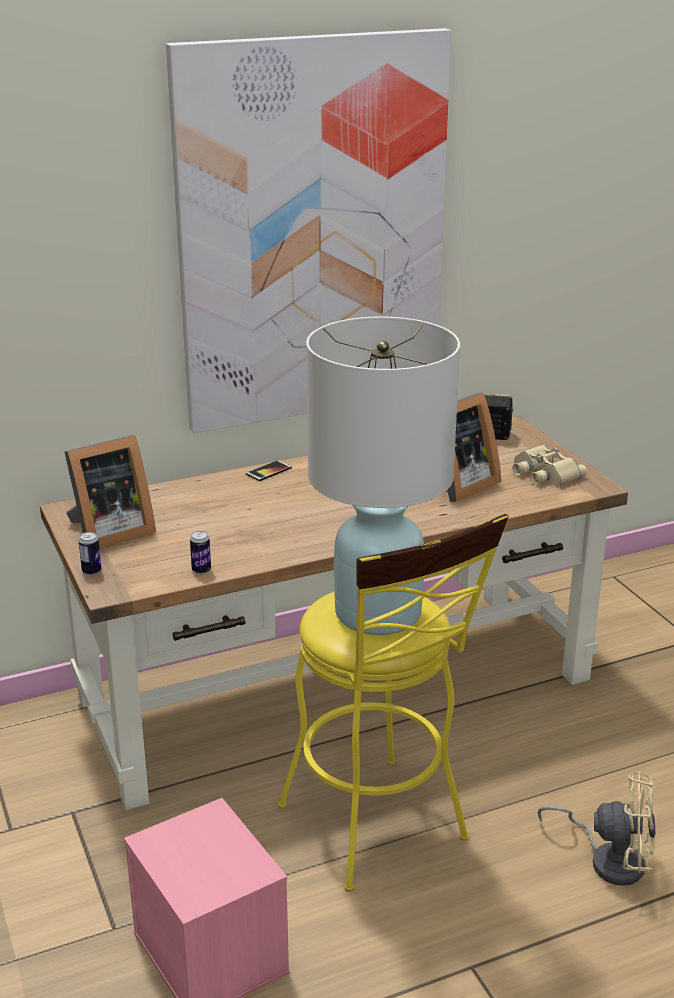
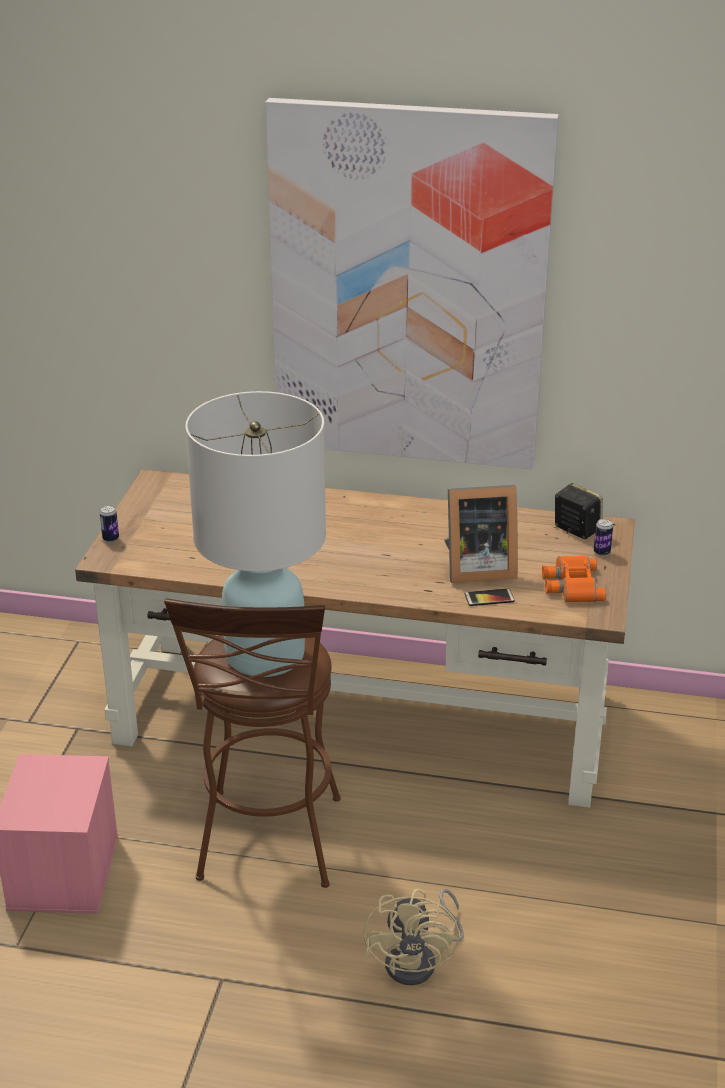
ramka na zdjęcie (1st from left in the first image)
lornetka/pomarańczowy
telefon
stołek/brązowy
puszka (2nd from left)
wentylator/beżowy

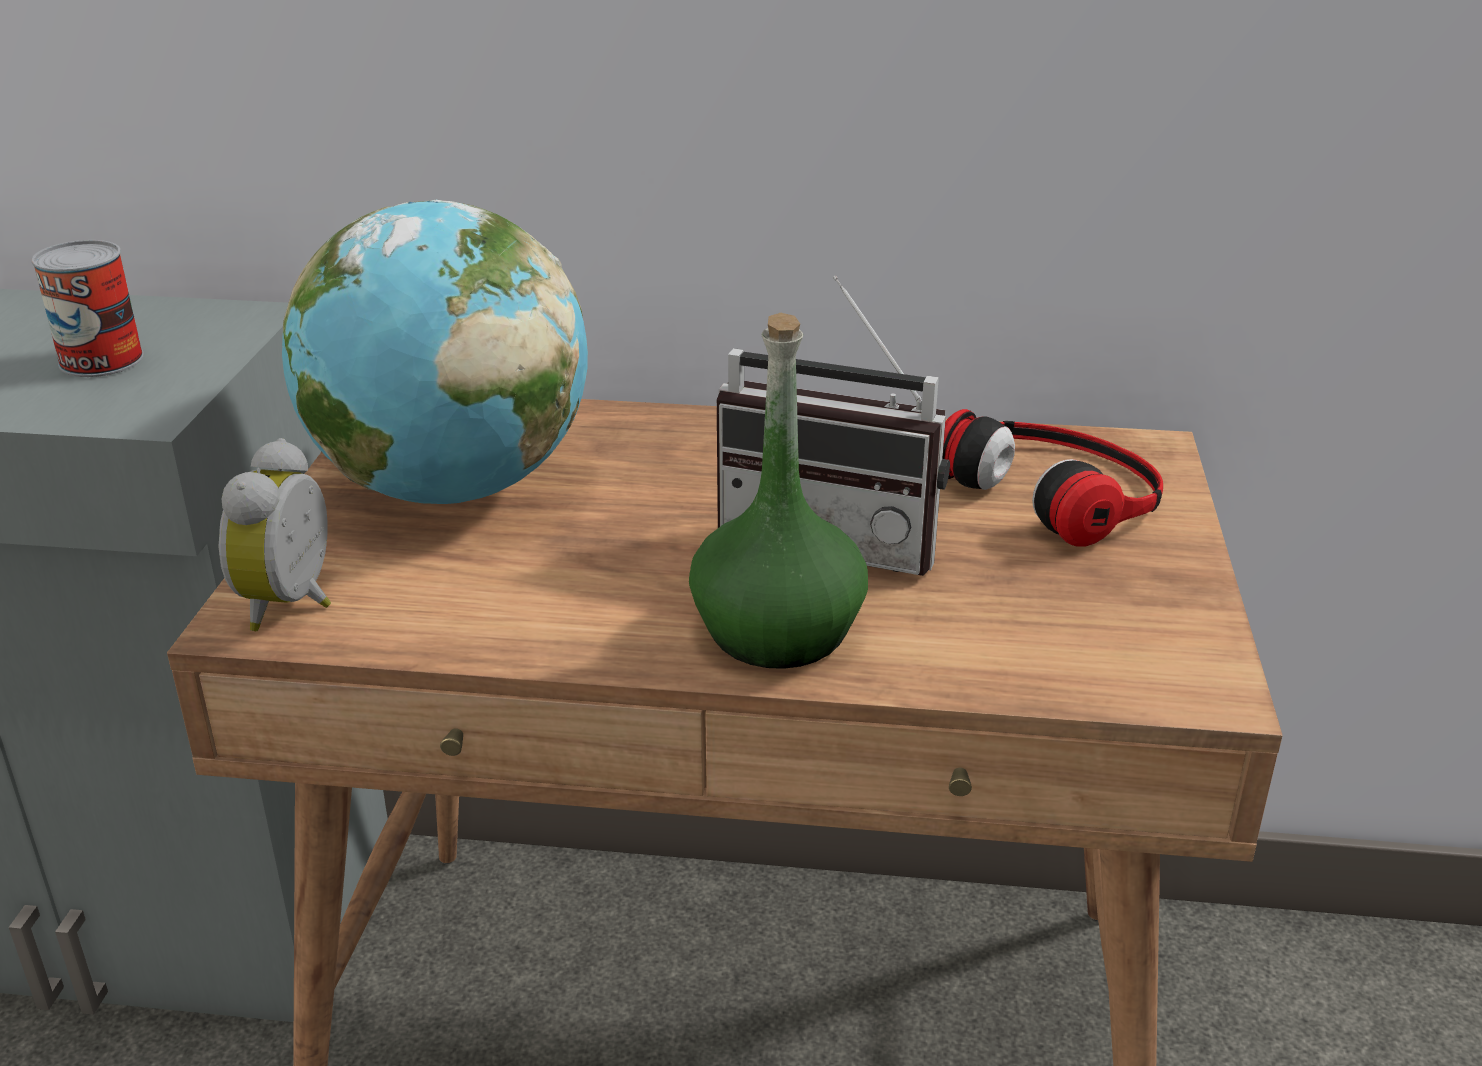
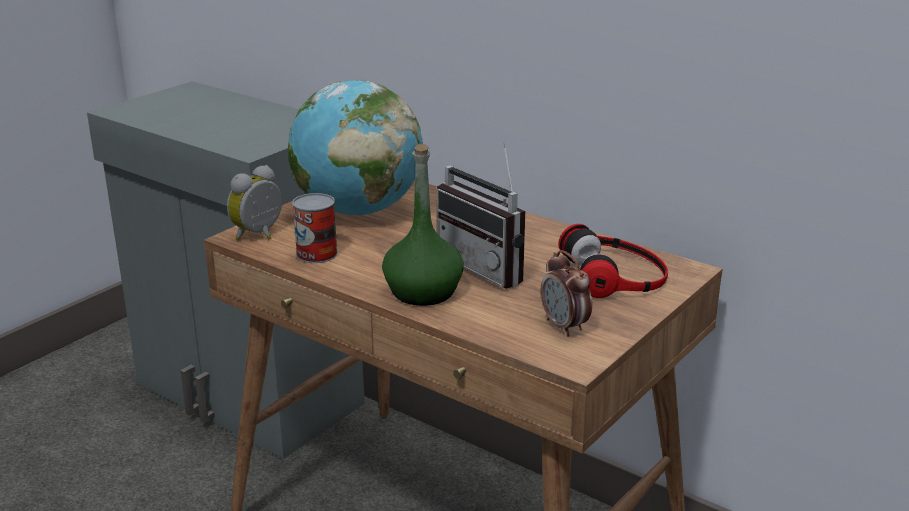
puszka
budzik (2nd from left)

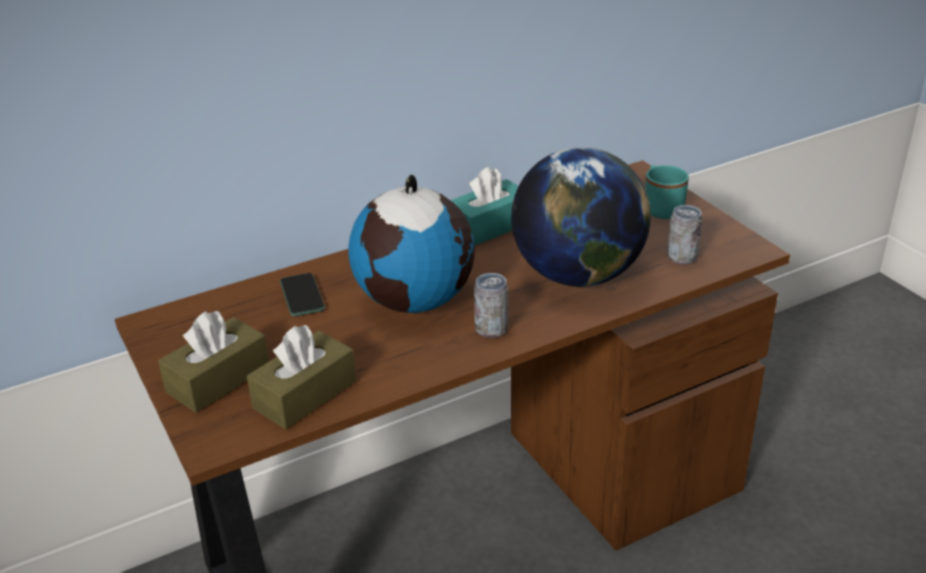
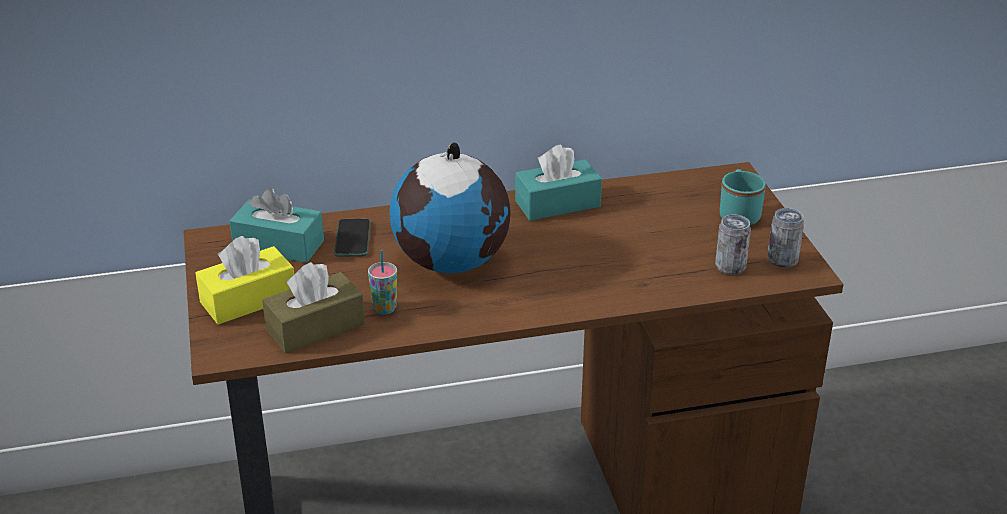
globus (2nd from left in the first image)
puszka (2nd from left)
pudełko chusteczek/żółty
pudełko chusteczek/turkusowy (1st from left)
filiżanka

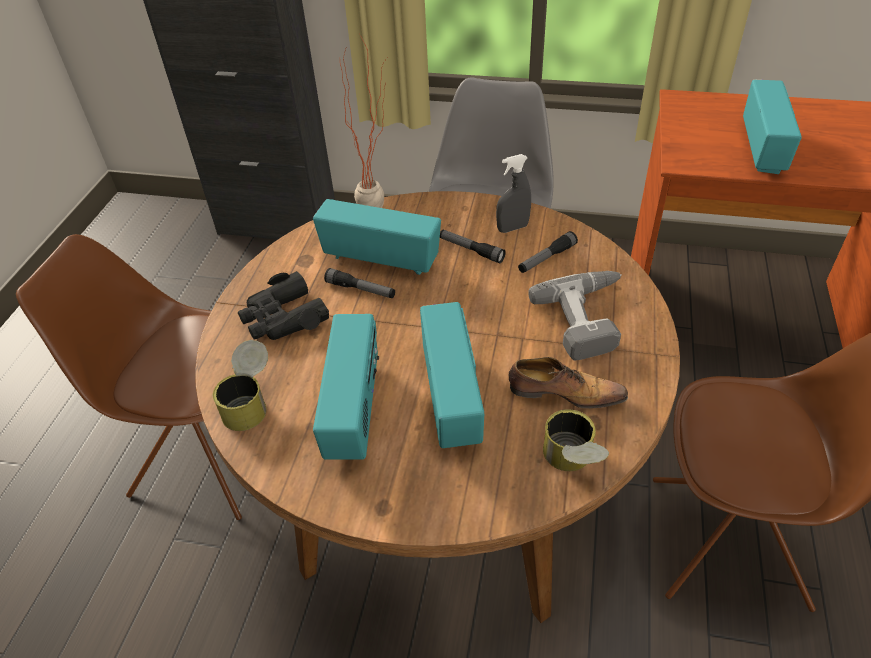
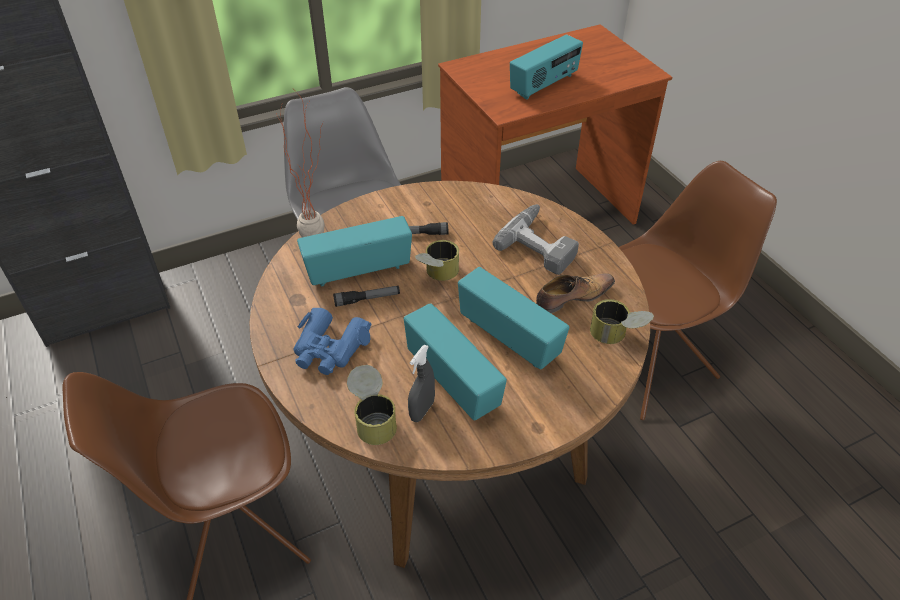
radio (4th from left)
spryskiwacz/szary
latarka (3rd from left in the first image)
lornetka/niebieski
puszka (2nd from left)

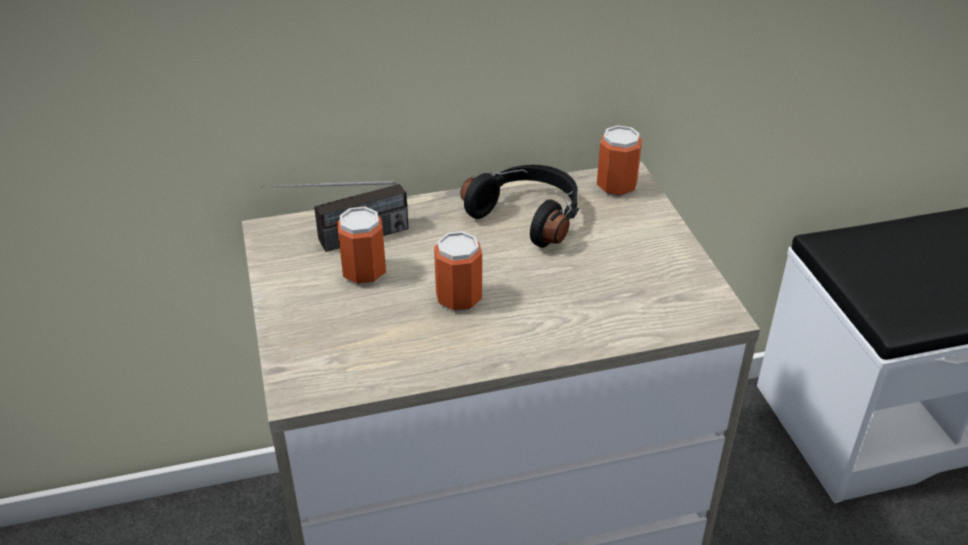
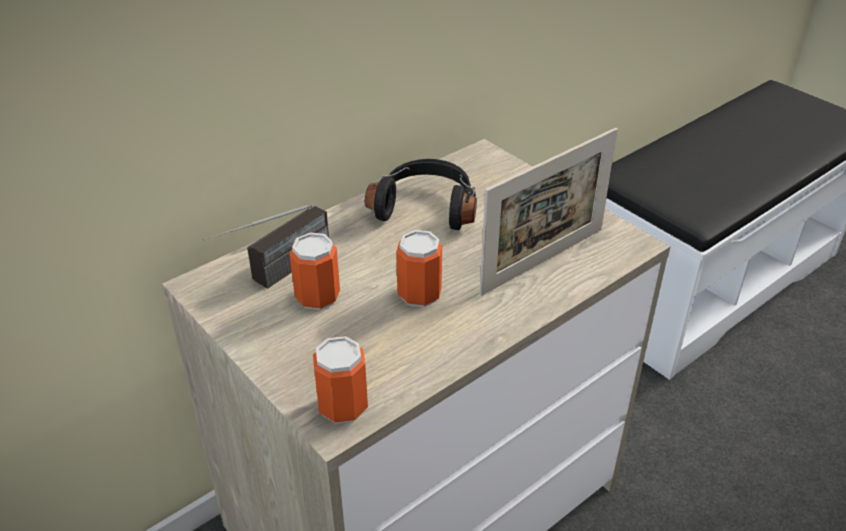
puszka (2nd from left)
ramka na zdjęcie

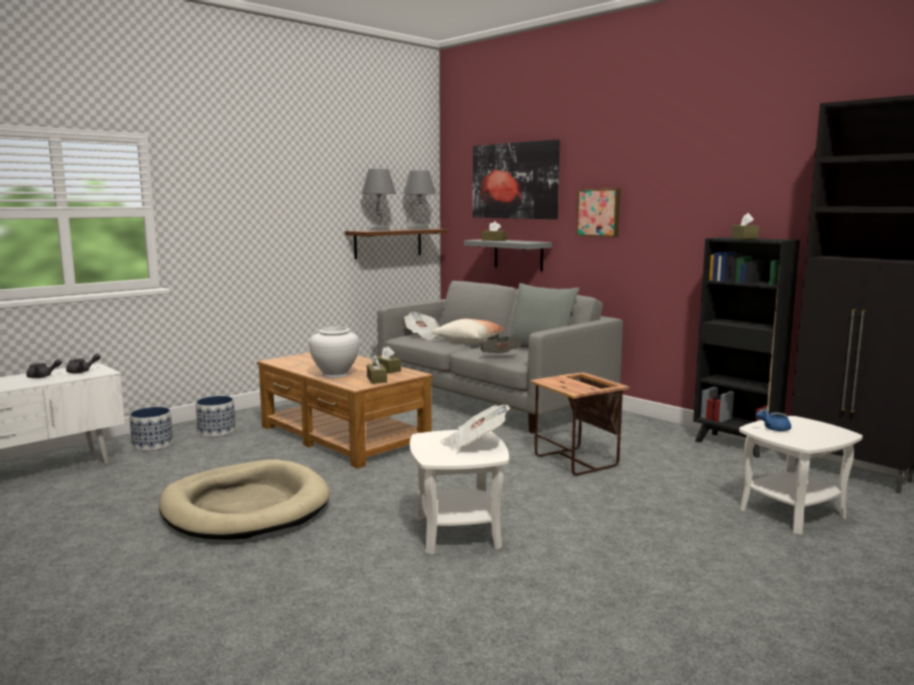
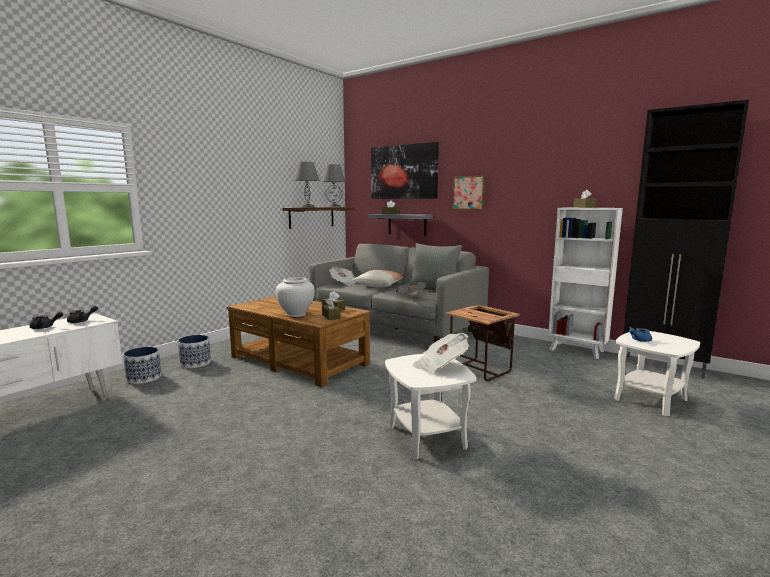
regał/biały
legowisko/beżowy

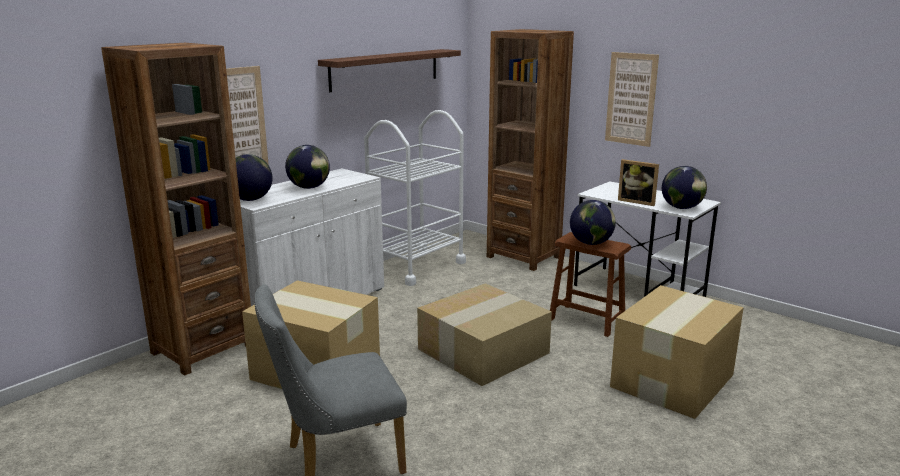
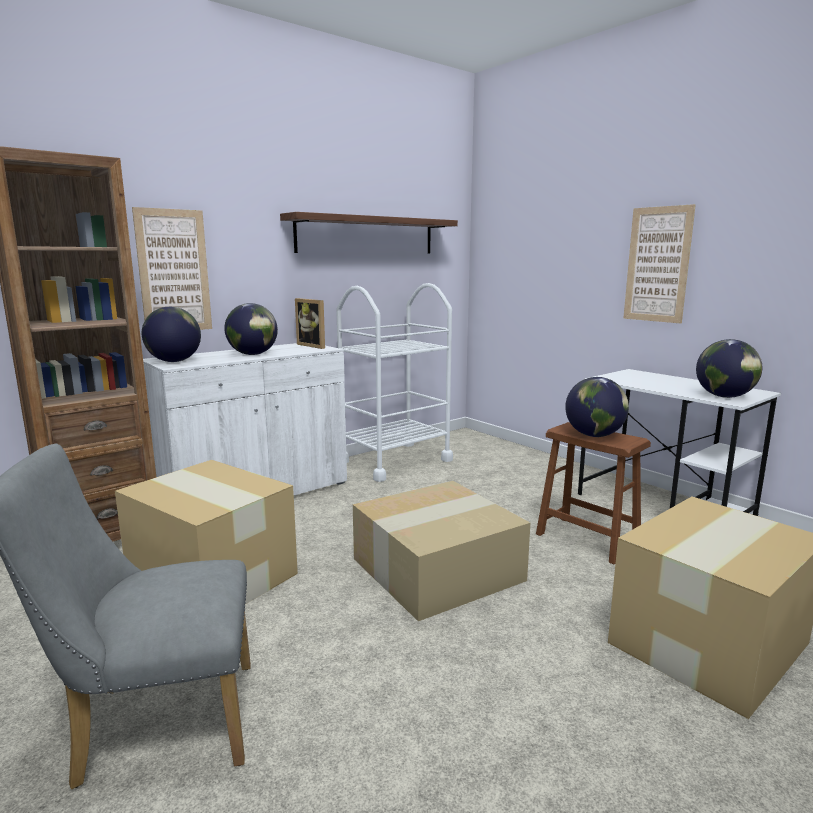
regał/brązowy (2nd from left in the first image)
ramka na zdjęcie

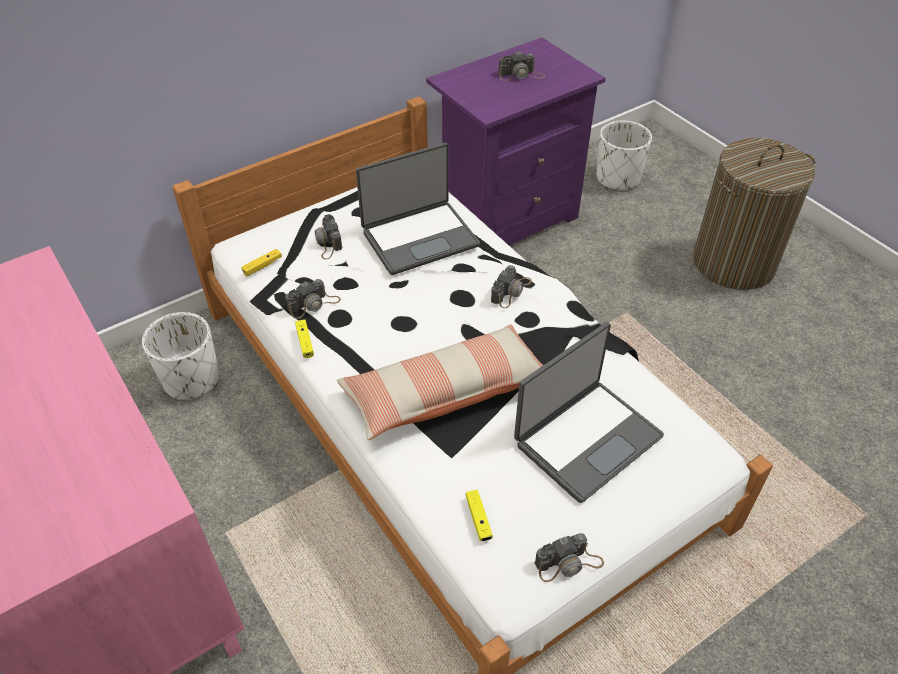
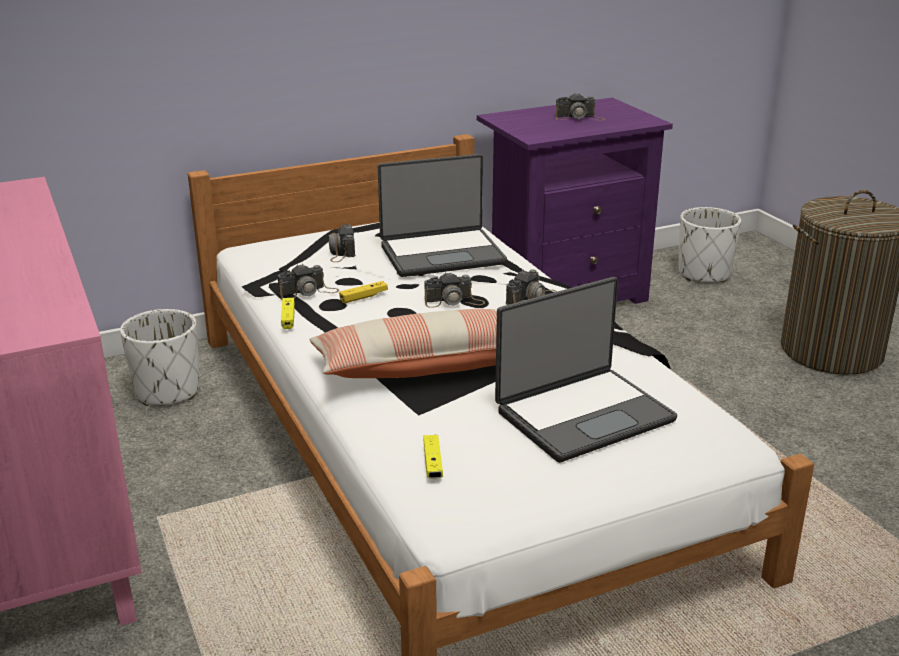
pad do gier/żółty (2nd from left)
aparat fotograficzny (3rd from left)

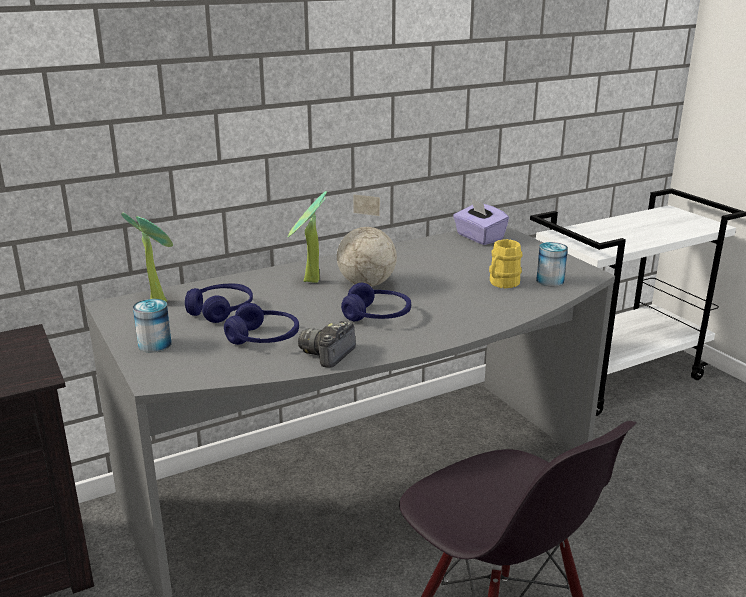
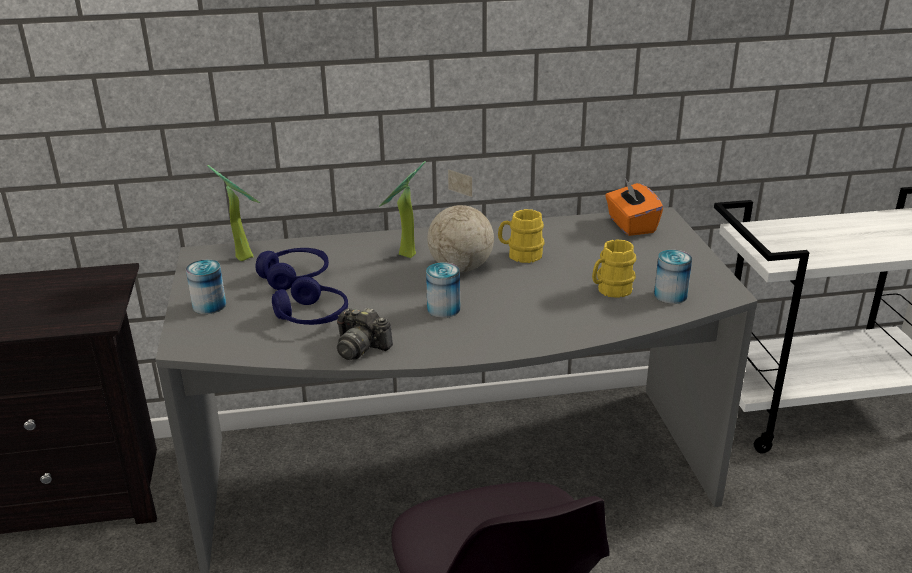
pudełko chusteczek/pomarańczowy
puszka (2nd from left)
aparat fotograficzny
kubek/żółty (1st from left)

